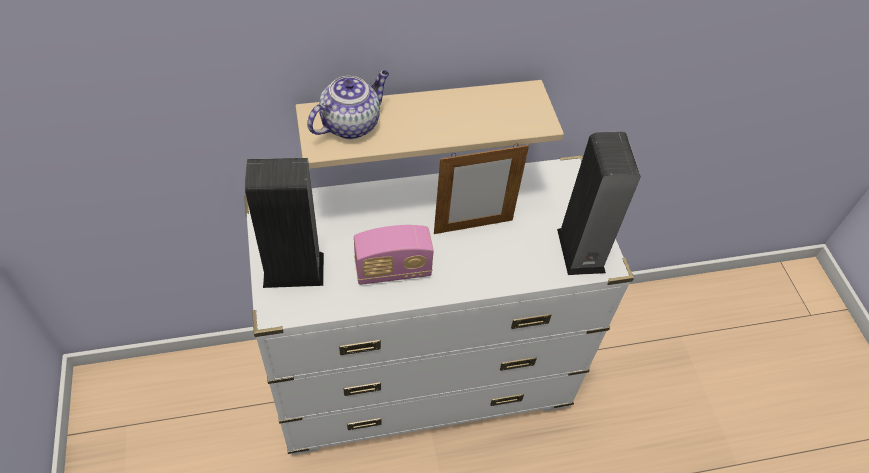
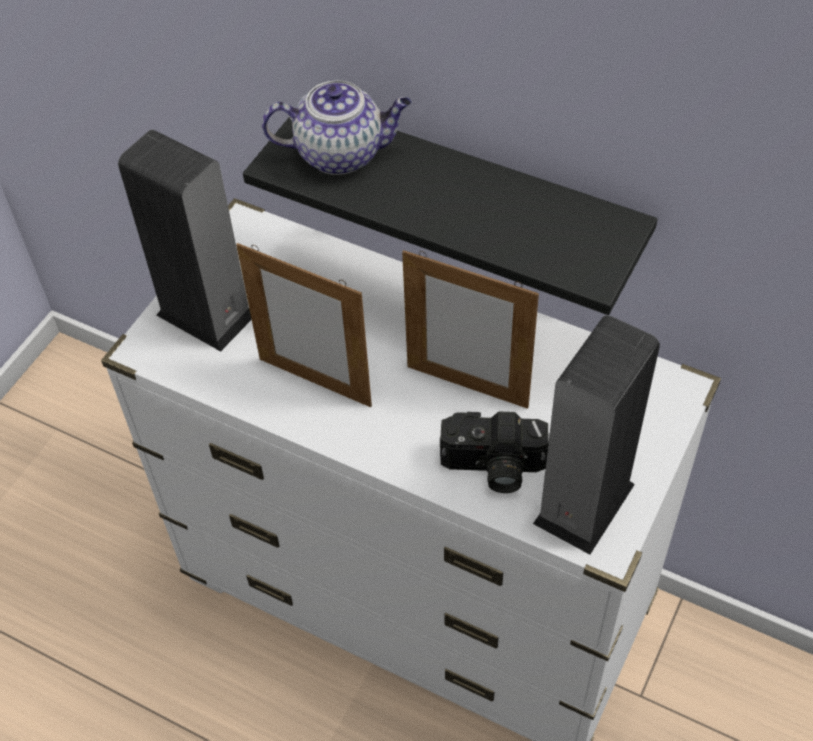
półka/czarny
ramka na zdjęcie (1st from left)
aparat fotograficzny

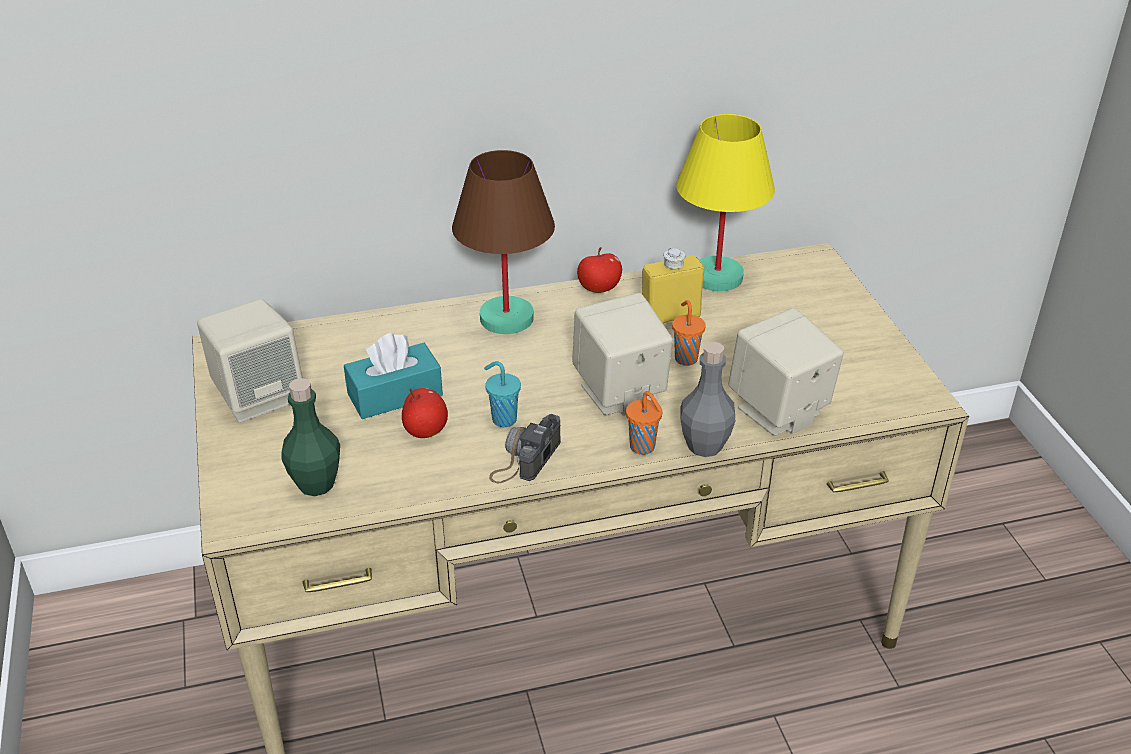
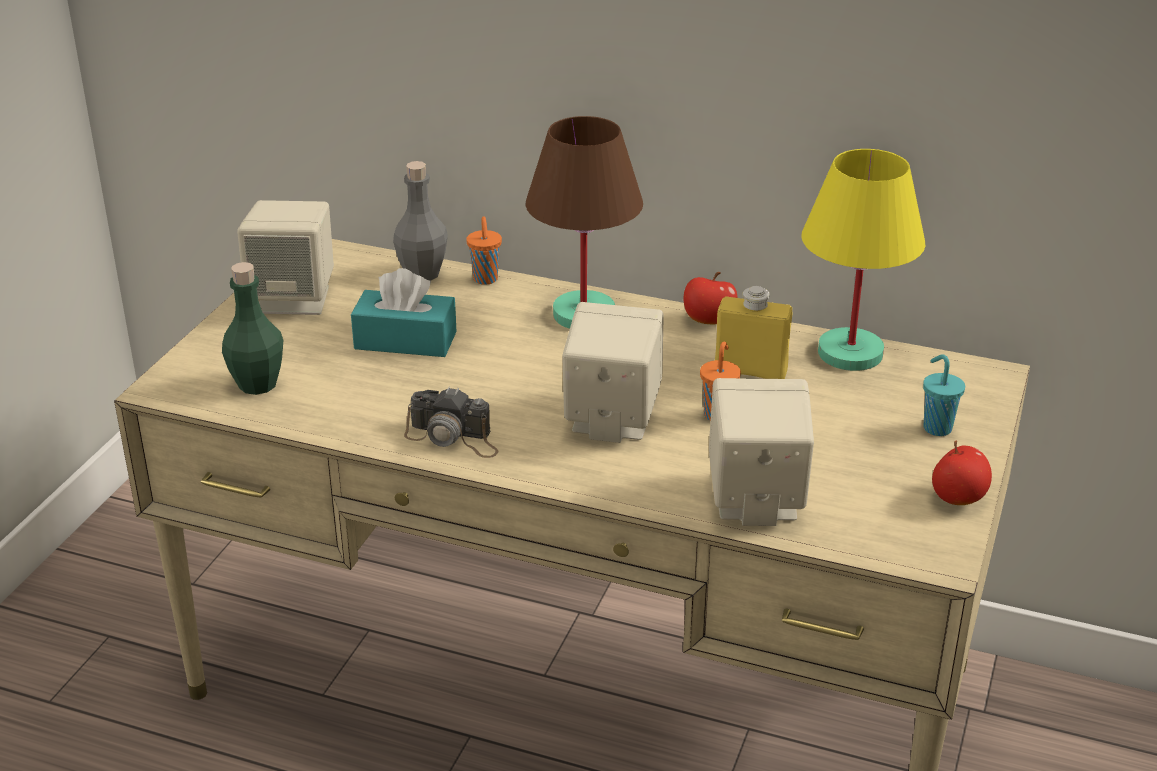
butelka/szary
filiżanka/turkusowy
jabłko (2nd from left)
filiżanka/pomarańczowy (1st from left)
aparat fotograficzny

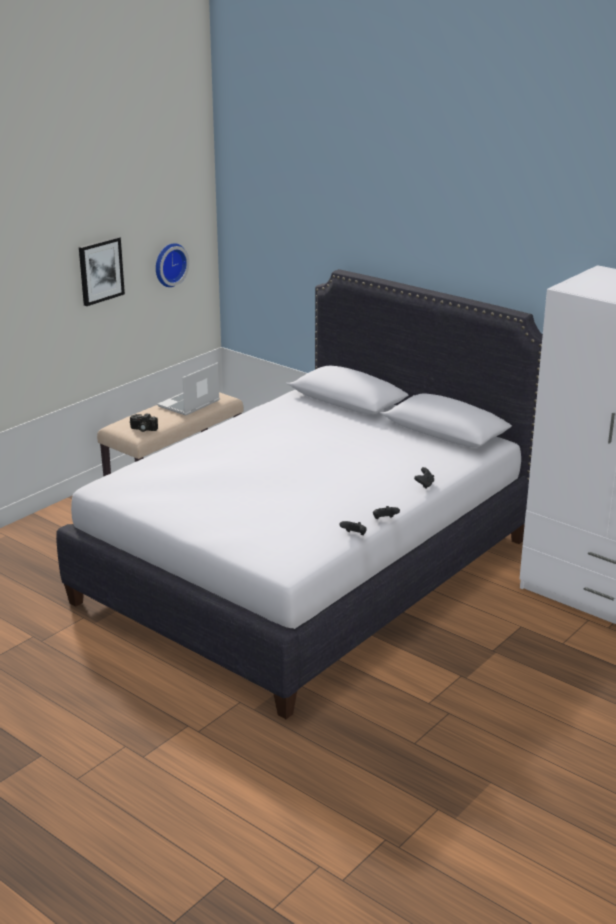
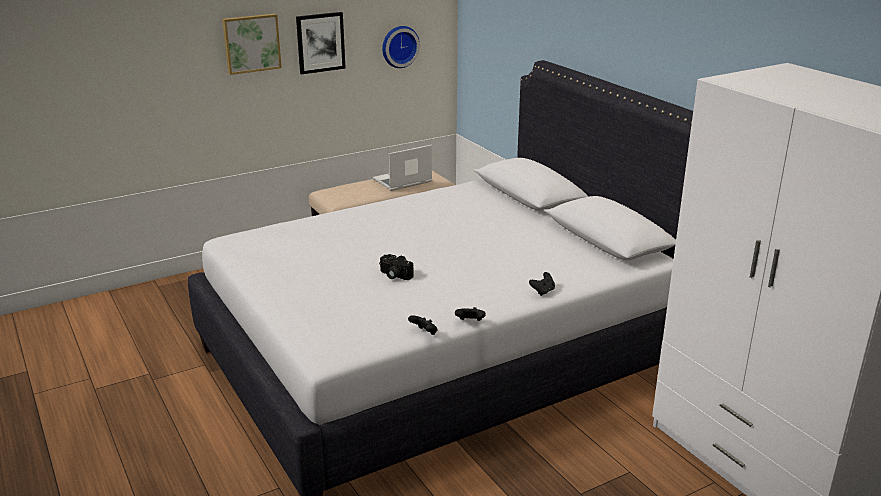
aparat fotograficzny
obraz (1st from left)

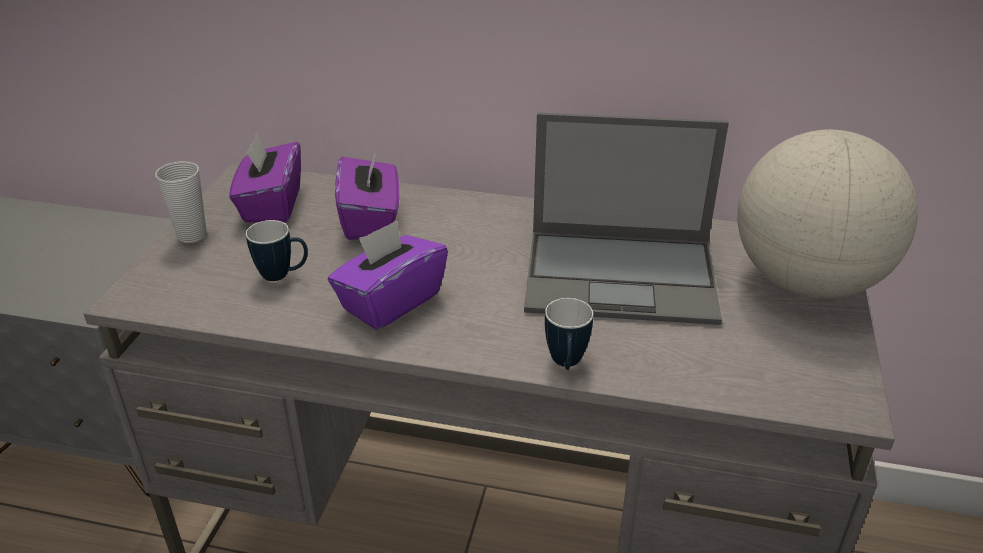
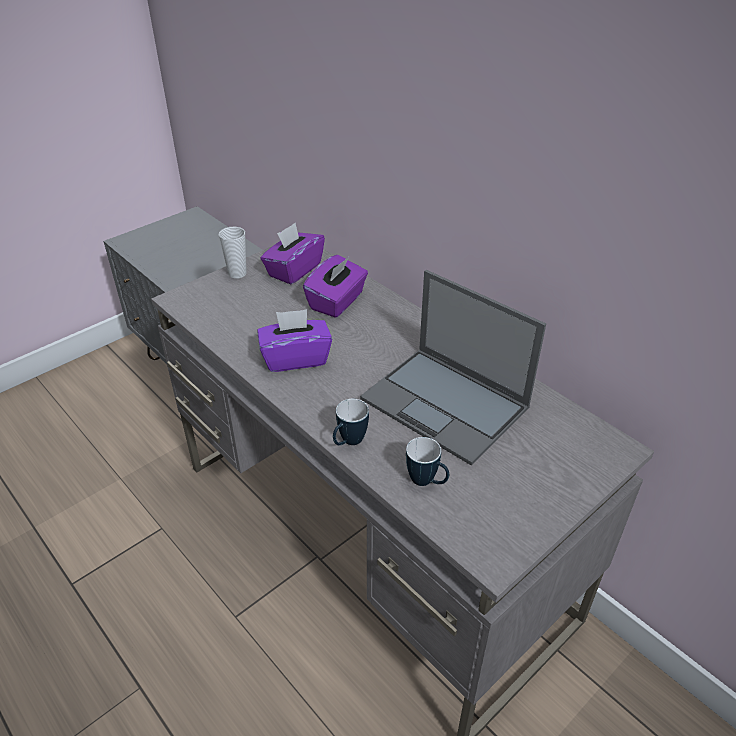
globus
kubek (2nd from left)

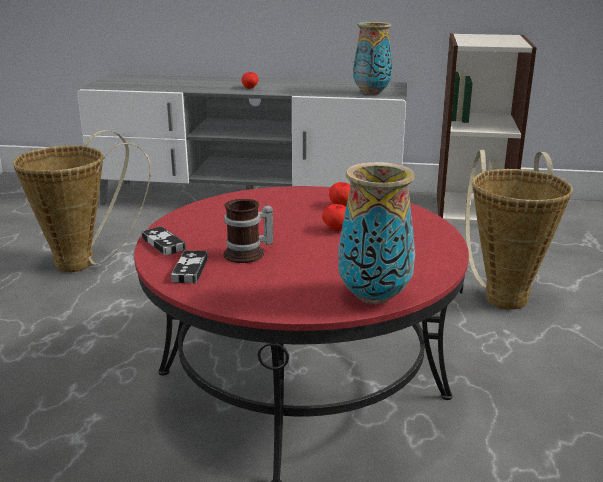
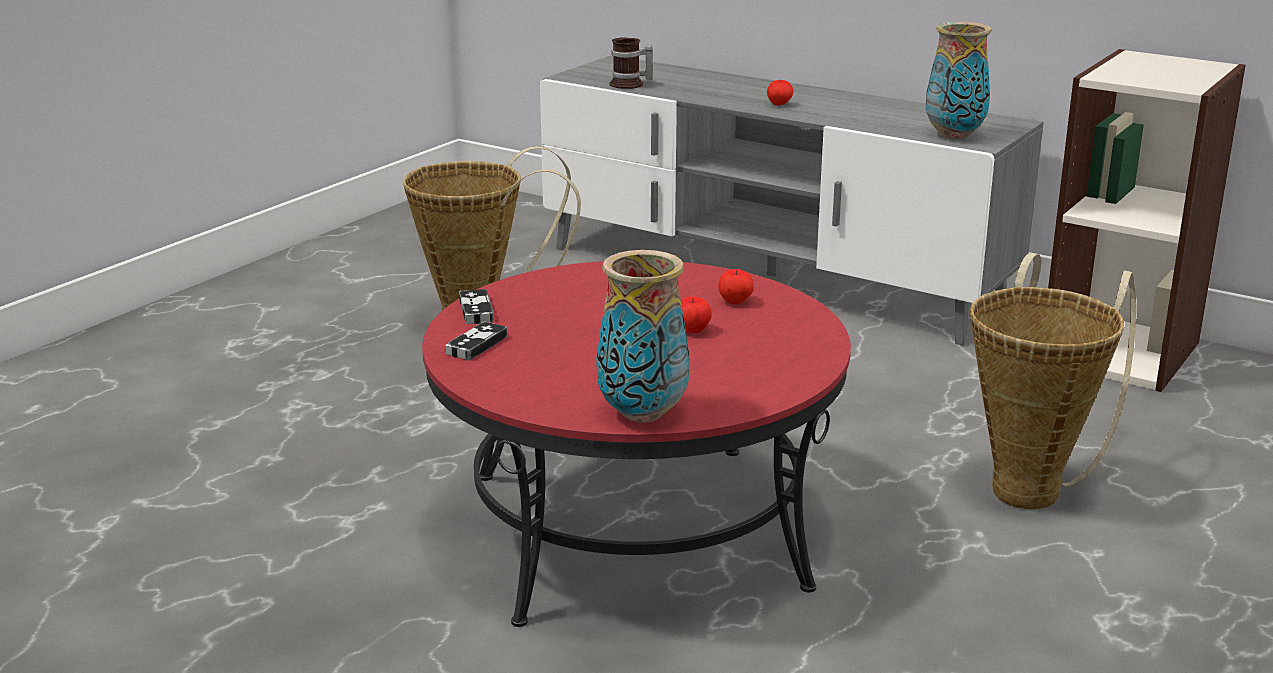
kubek

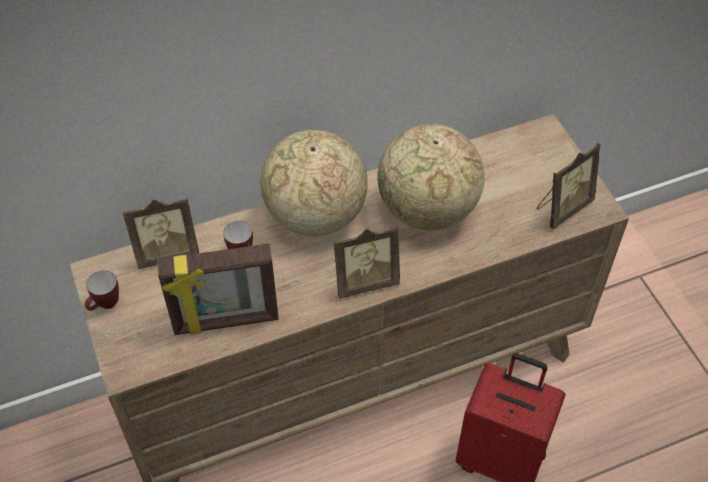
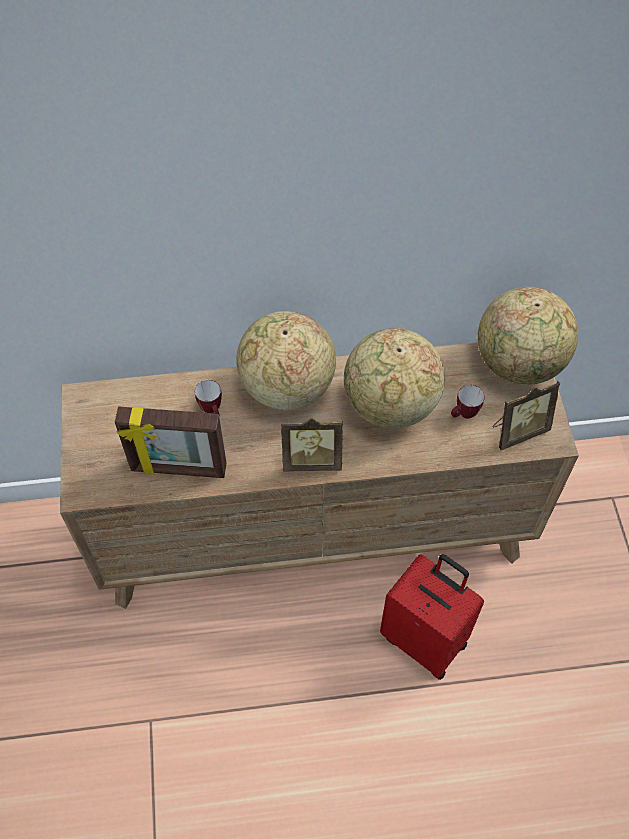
ramka na zdjęcie (1st from left in the first image)
kubek (2nd from left)
globus (3rd from left)

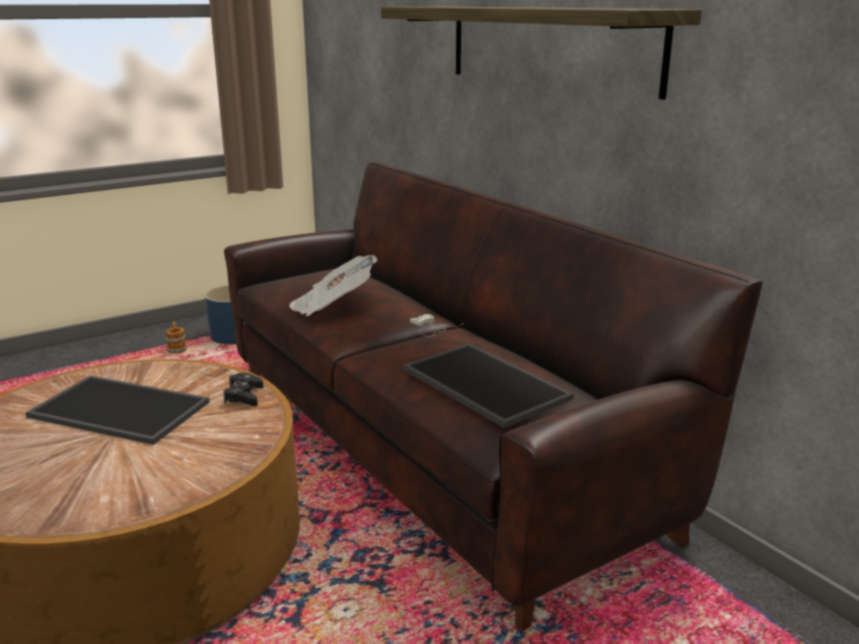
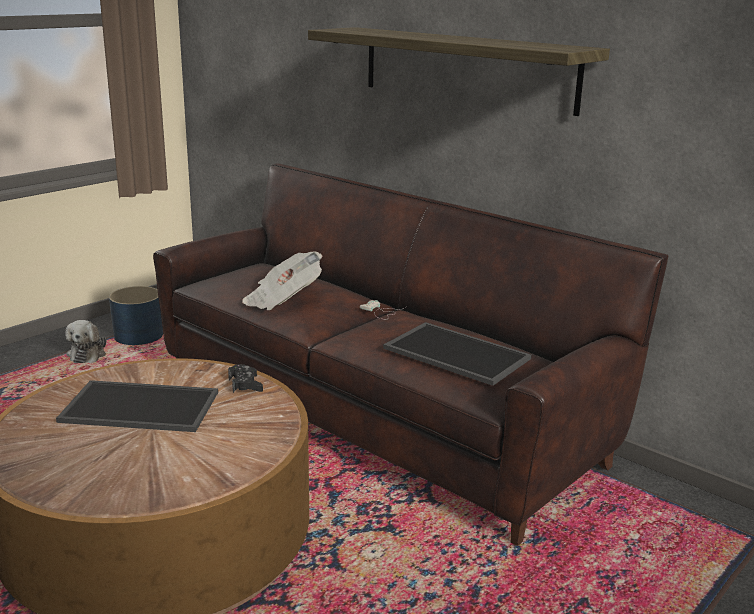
pluszak

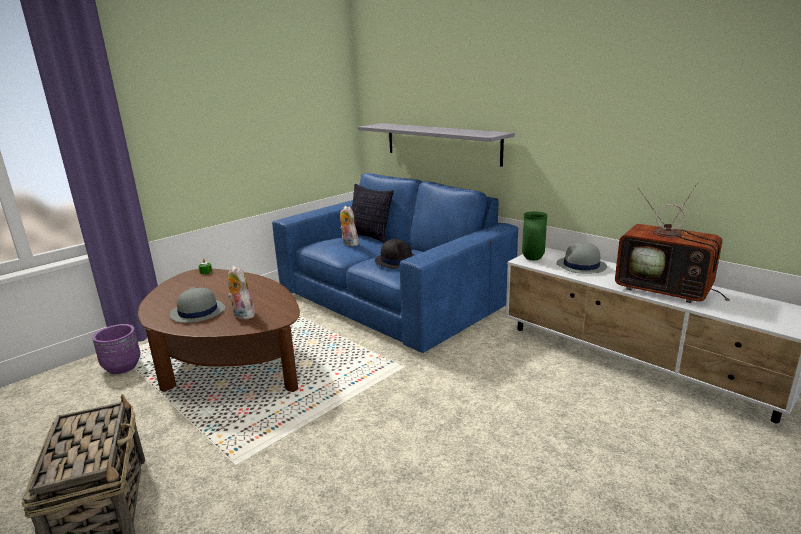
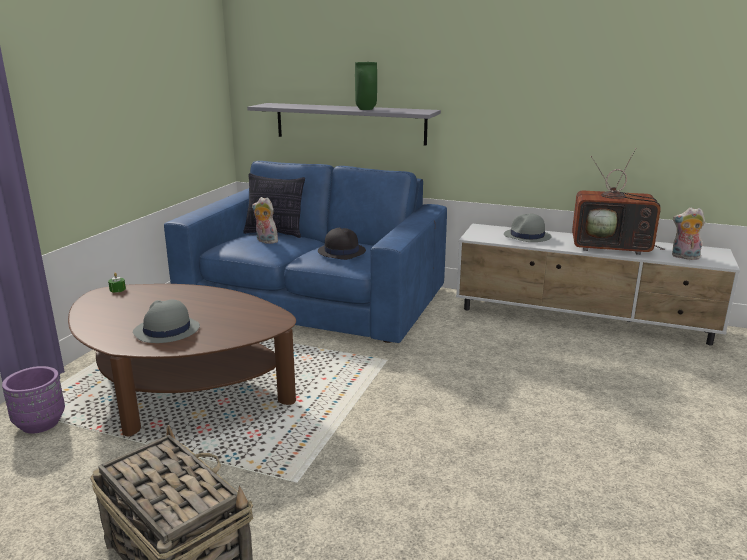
wazon/zielony
pluszak (2nd from left)

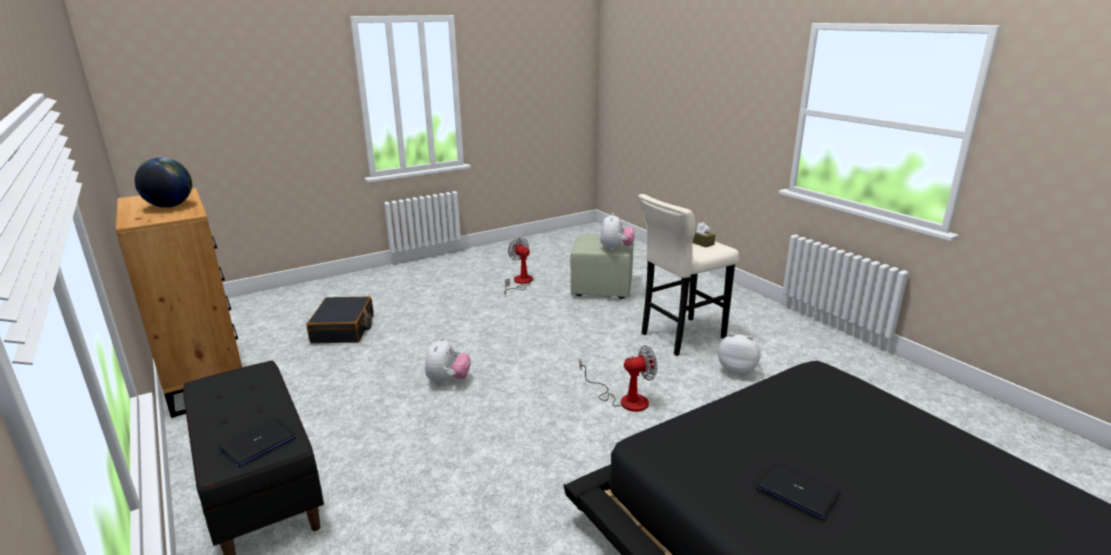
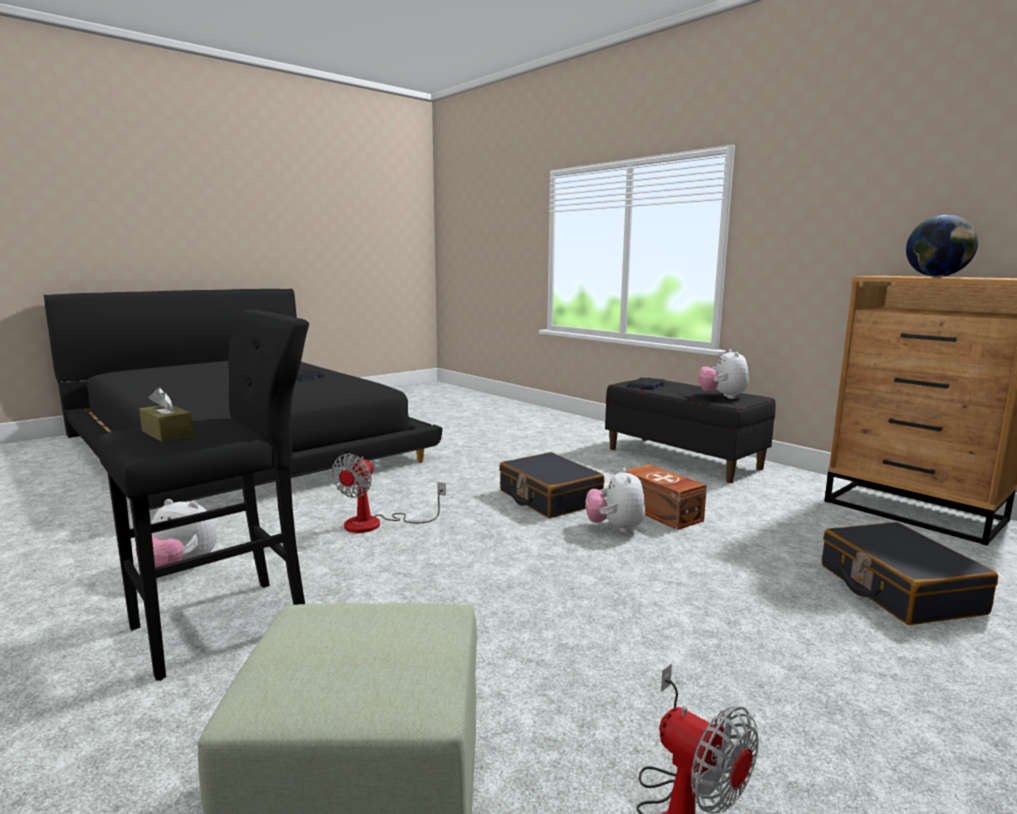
stołek/czarny
pluszak (3rd from left)
wentylator (1st from left)
walizka/czarny (1st from left)
pojemnik do przechowywania/brązowy

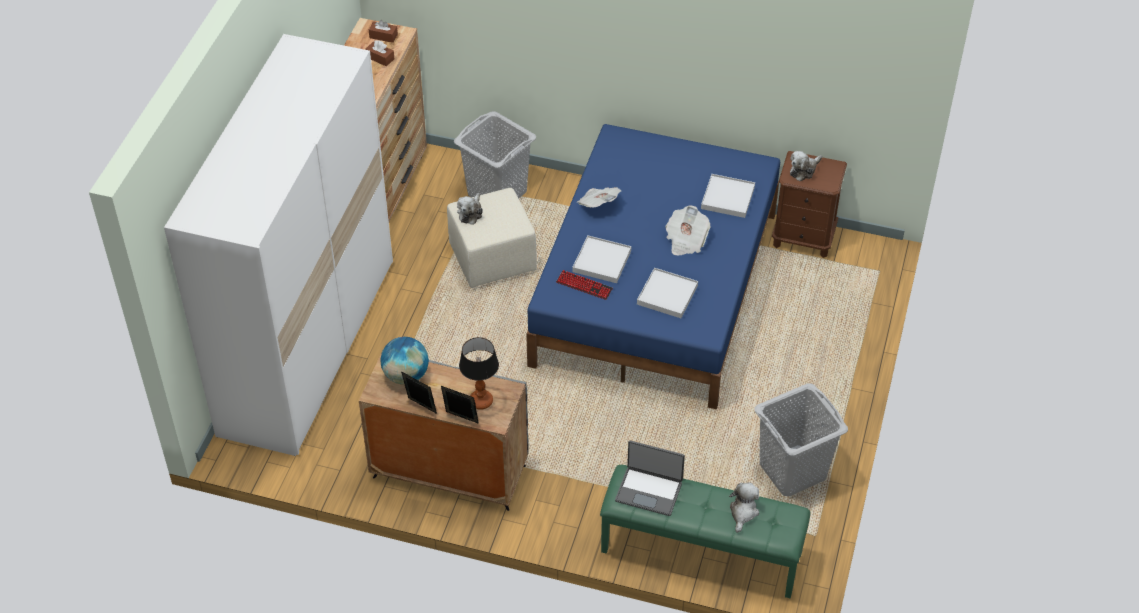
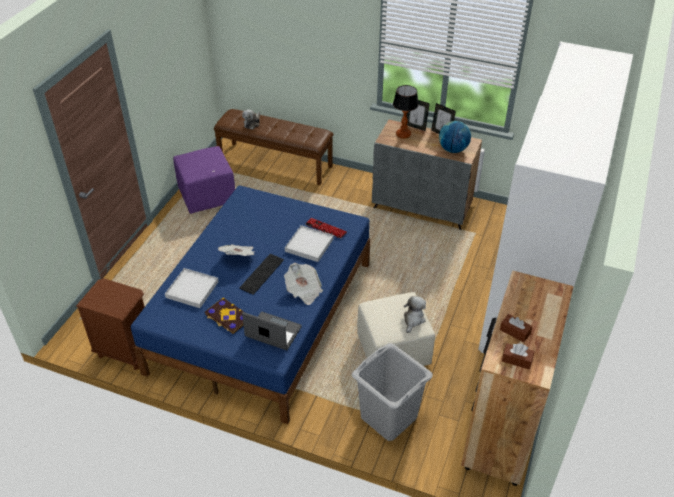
pluszak (3rd from left in the first image)
taca/biały (2nd from left in the first image)
pufa/fioletowy
laptop
ławka/brązowy
klawiatura (1st from left)
książka

